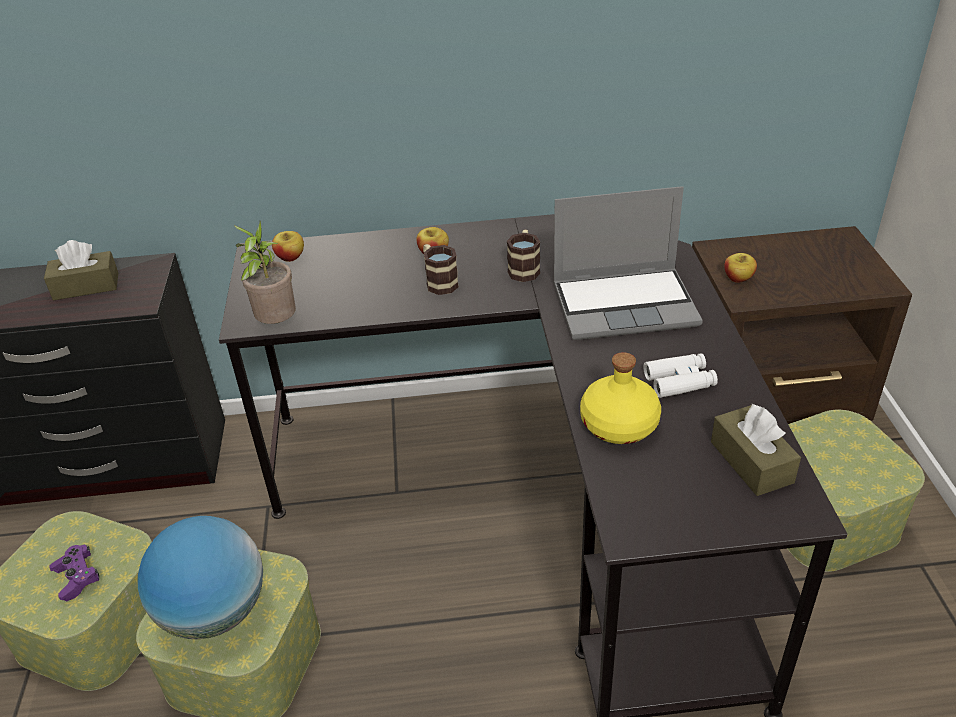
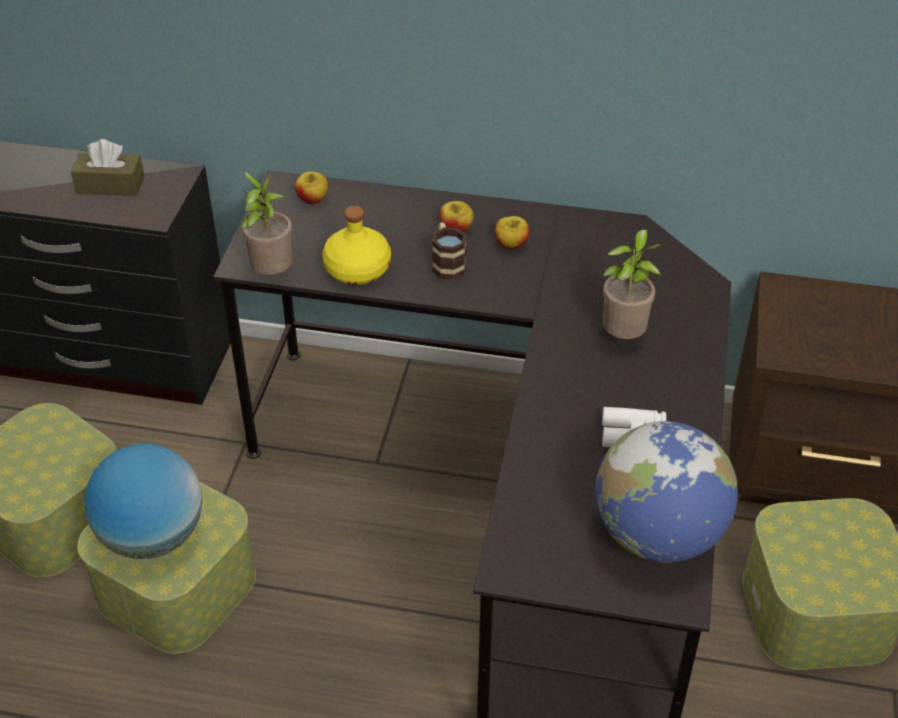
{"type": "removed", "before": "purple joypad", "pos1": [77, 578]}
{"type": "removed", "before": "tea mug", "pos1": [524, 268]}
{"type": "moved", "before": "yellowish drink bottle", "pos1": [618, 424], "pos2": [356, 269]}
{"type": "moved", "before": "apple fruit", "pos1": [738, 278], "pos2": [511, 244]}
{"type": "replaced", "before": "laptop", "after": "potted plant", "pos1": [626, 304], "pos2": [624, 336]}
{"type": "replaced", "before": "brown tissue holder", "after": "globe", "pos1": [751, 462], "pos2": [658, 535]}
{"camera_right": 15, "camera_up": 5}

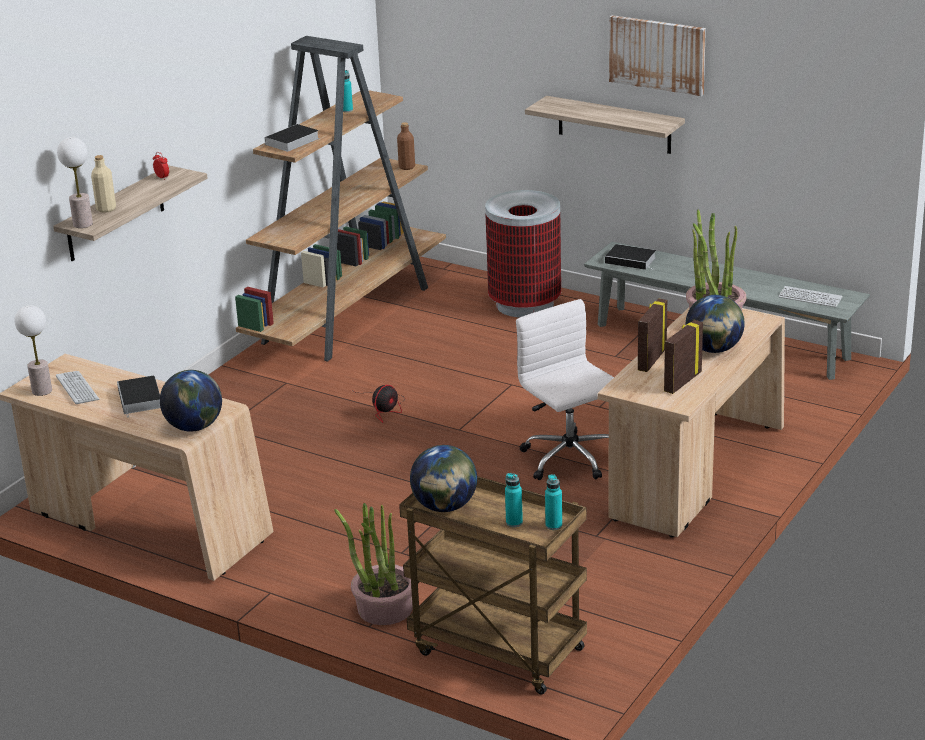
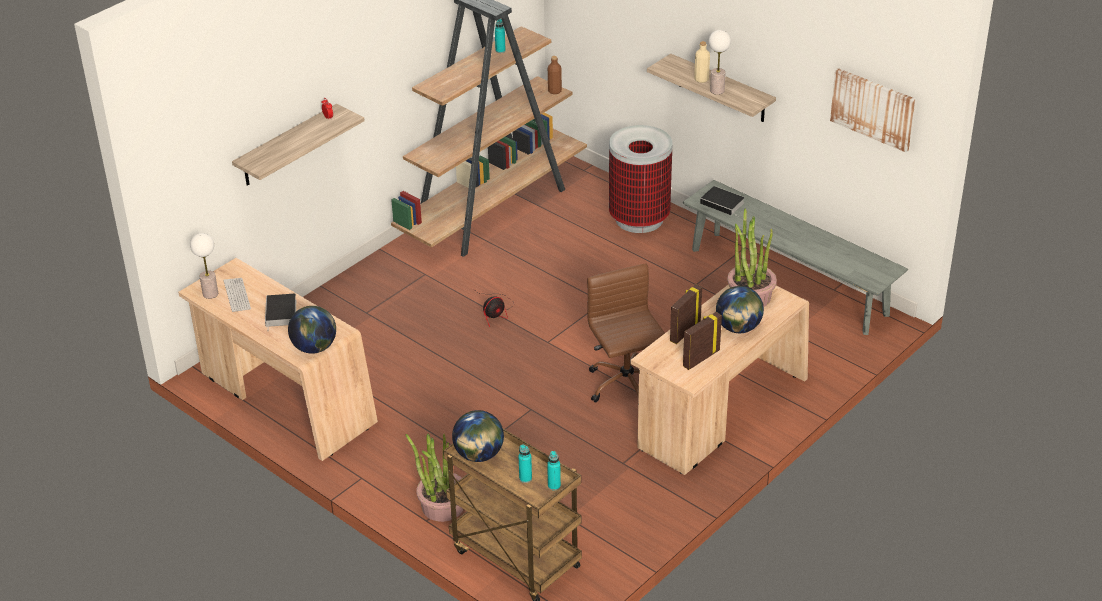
{"type": "removed", "before": "volume", "pos1": [291, 142]}
{"type": "removed", "before": "keyboard", "pos1": [810, 298]}
{"type": "moved", "before": "lamp for a table", "pos1": [82, 224], "pos2": [717, 90]}
{"type": "moved", "before": "beige drink bottle", "pos1": [106, 209], "pos2": [701, 79]}
{"type": "moved", "before": "picture", "pos1": [657, 54], "pos2": [873, 108]}
{"type": "recoloured", "before": "white office chair", "after": "brown office chair", "pos1": [571, 459], "pos2": [627, 384]}
{"camera_right": 10, "camera_up": 10}

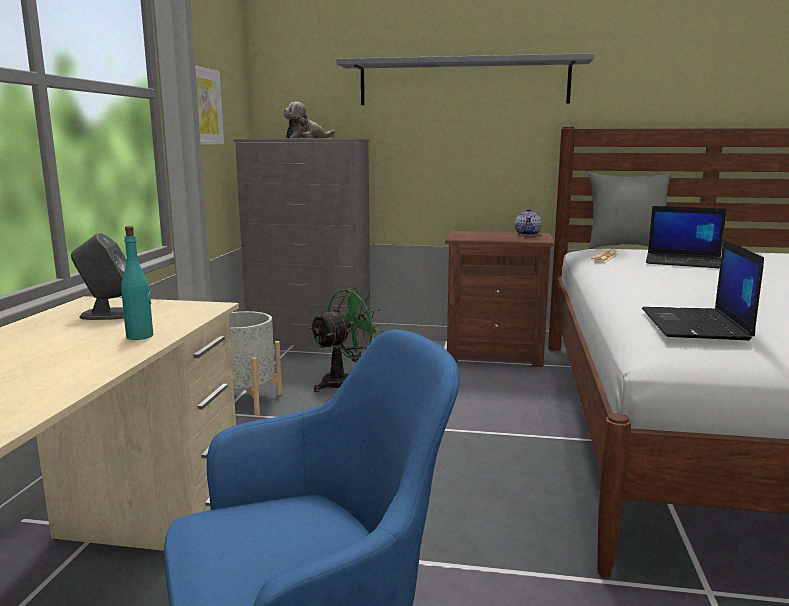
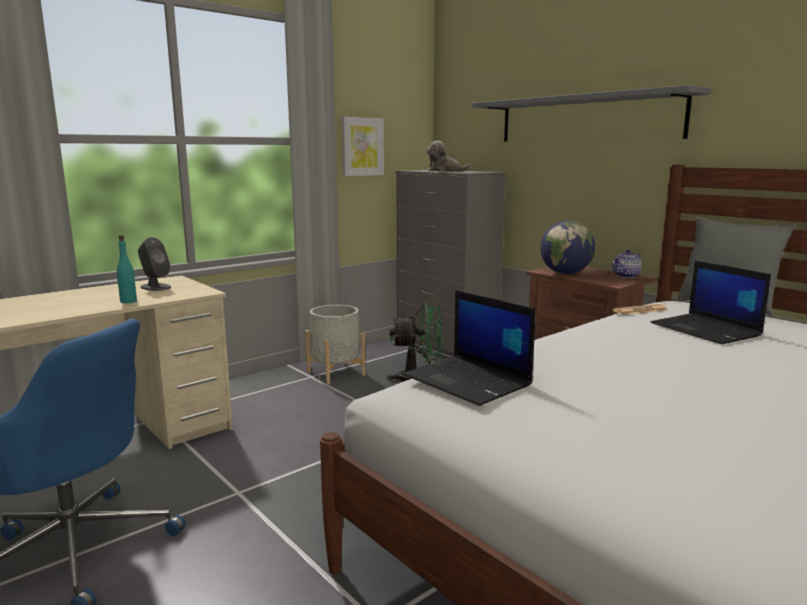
{"type": "added", "after": "globe", "pos2": [565, 273]}
{"type": "turned", "before": "laptop", "pos1": [696, 325], "pos2": [469, 381], "turn": -90}
{"camera_right": 40, "camera_up": 0}

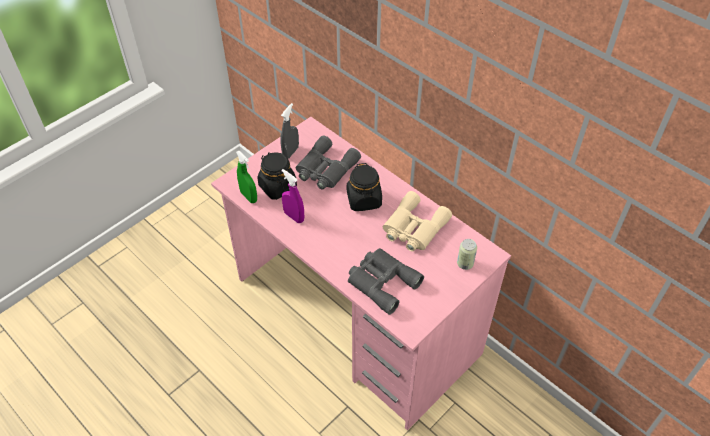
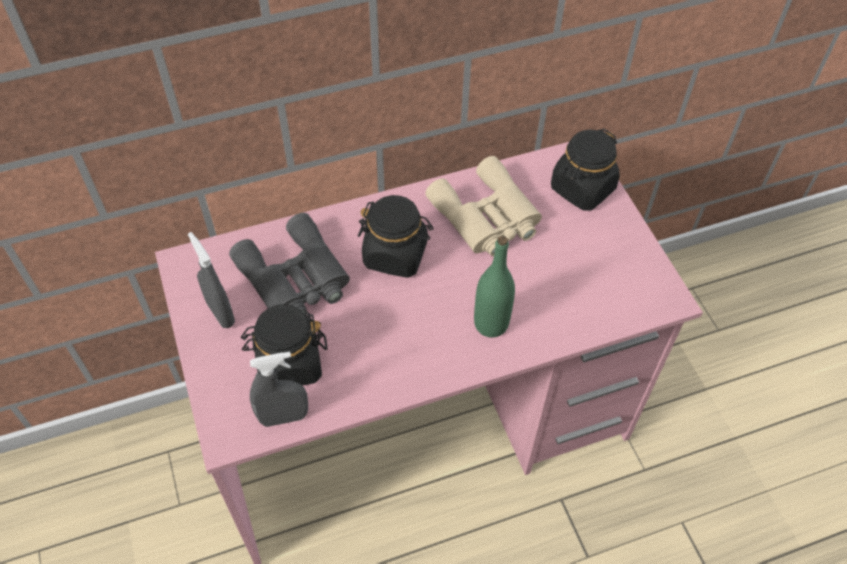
{"type": "removed", "before": "purple hand sprayer", "pos1": [294, 217]}
{"type": "removed", "before": "gray binoculars", "pos1": [381, 281]}
{"type": "added", "after": "greenish drink bottle", "pos2": [491, 324]}
{"type": "replaced", "before": "sealed can", "after": "blackish jar", "pos1": [465, 264], "pos2": [582, 189]}
{"type": "recoloured", "before": "greenish hand sprayer", "after": "gray hand sprayer", "pos1": [249, 197], "pos2": [284, 417]}
{"camera_right": -65, "camera_up": 5}

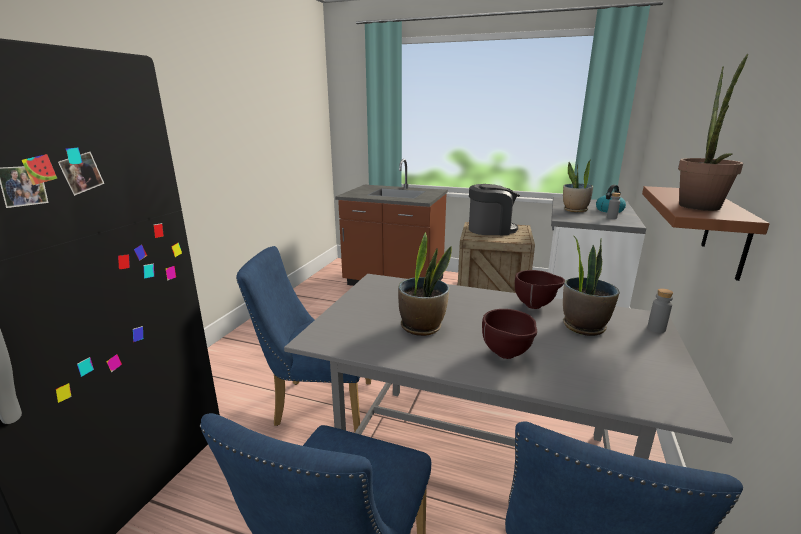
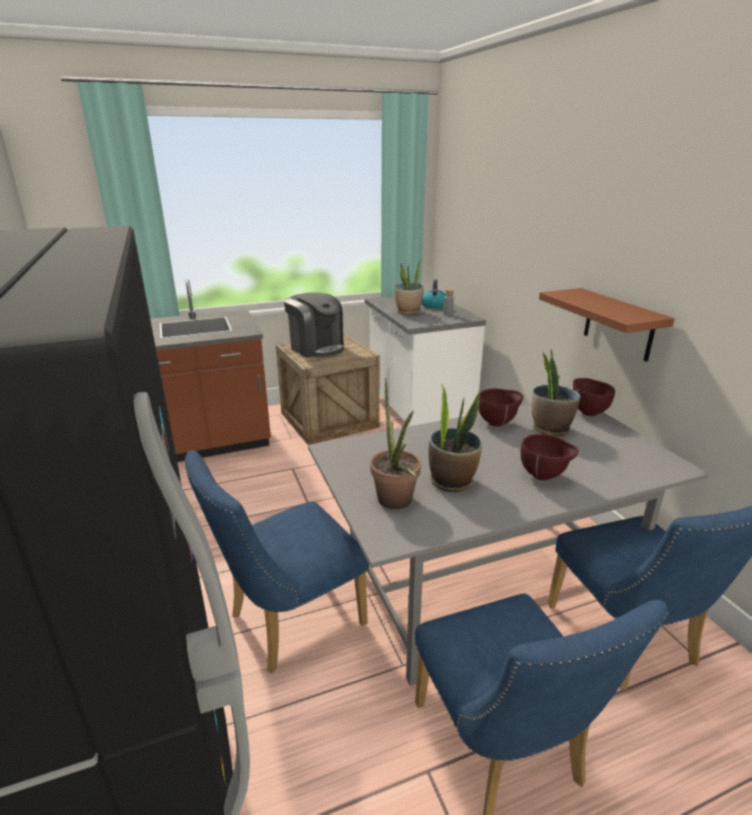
{"type": "moved", "before": "potted plant", "pos1": [699, 208], "pos2": [396, 504]}
{"type": "replaced", "before": "gray drink bottle", "after": "brown deep dish", "pos1": [656, 329], "pos2": [587, 412]}
{"type": "turned", "before": "coffee maker", "pos1": [491, 229], "pos2": [316, 348], "turn": 90}
{"camera_right": -40, "camera_up": 5}

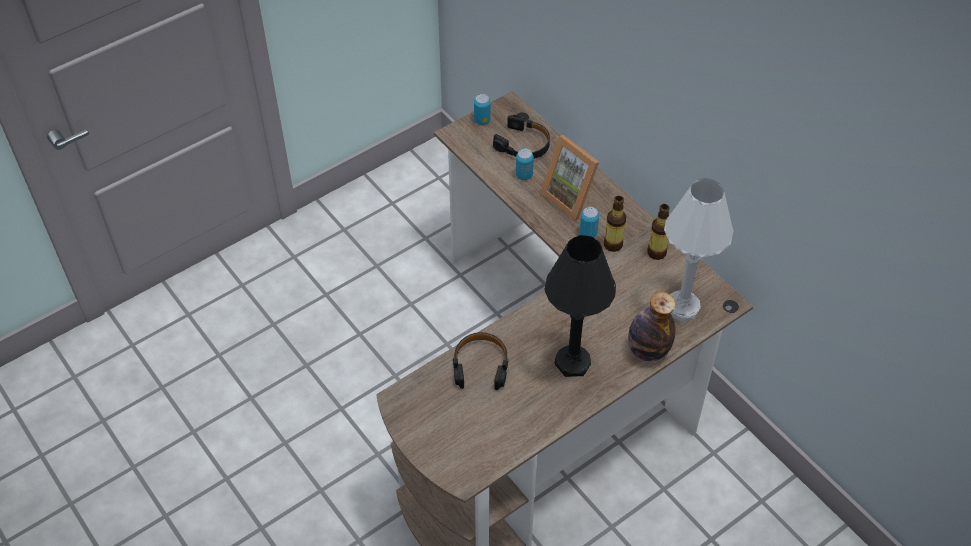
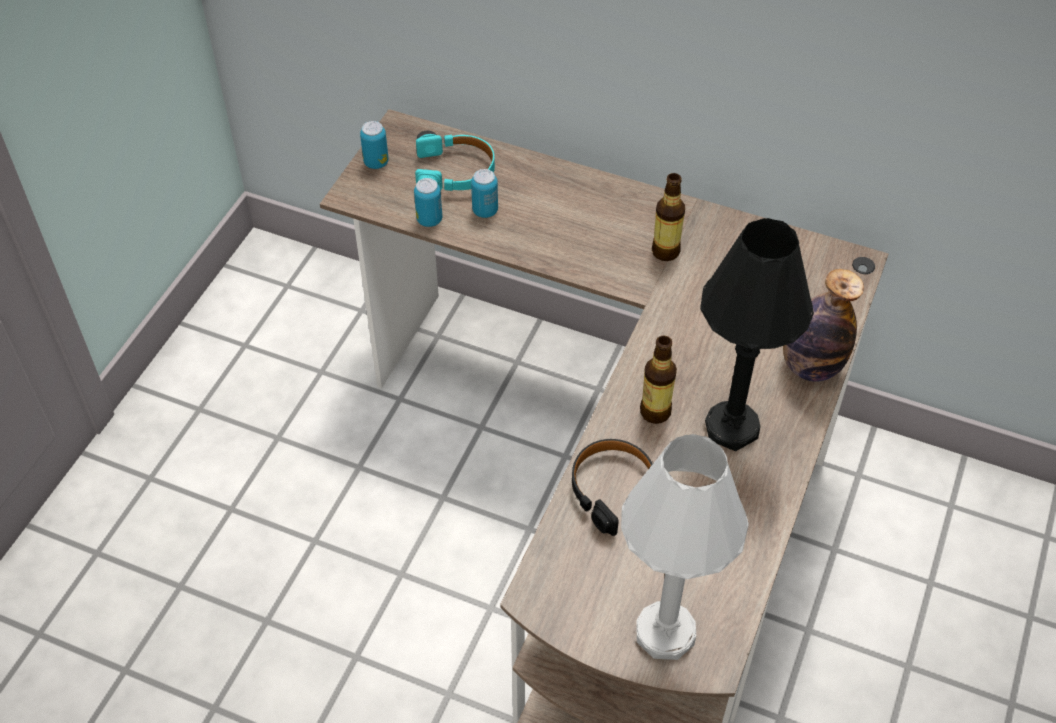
{"type": "removed", "before": "standing frame", "pos1": [571, 197]}
{"type": "moved", "before": "sealed can", "pos1": [588, 233], "pos2": [429, 220]}
{"type": "moved", "before": "drink bottle", "pos1": [656, 253], "pos2": [655, 412]}
{"type": "moved", "before": "white lamp for a table", "pos1": [682, 307], "pos2": [665, 632]}
{"type": "recoloured", "before": "blackish pair of headphones", "after": "turquoise pair of headphones", "pos1": [523, 144], "pos2": [455, 171]}
{"camera_right": -30, "camera_up": 0}

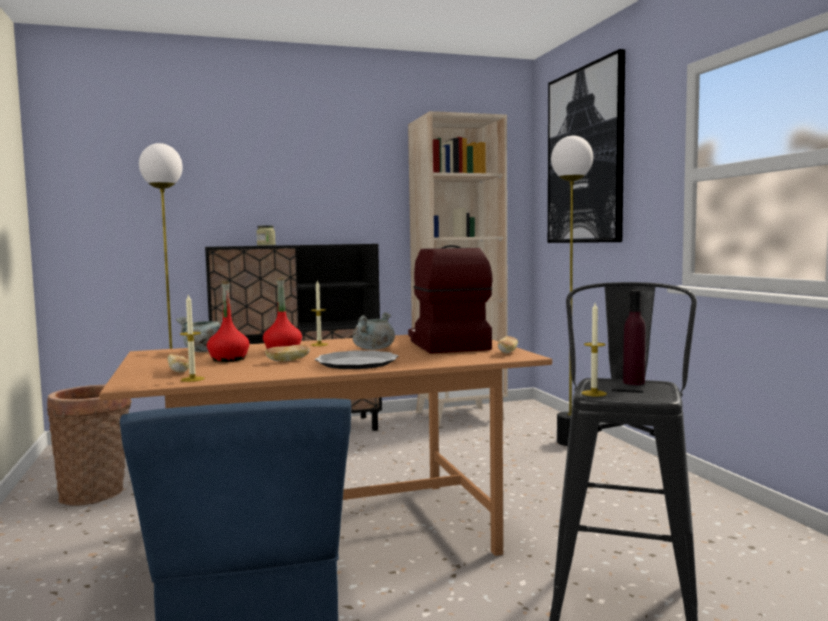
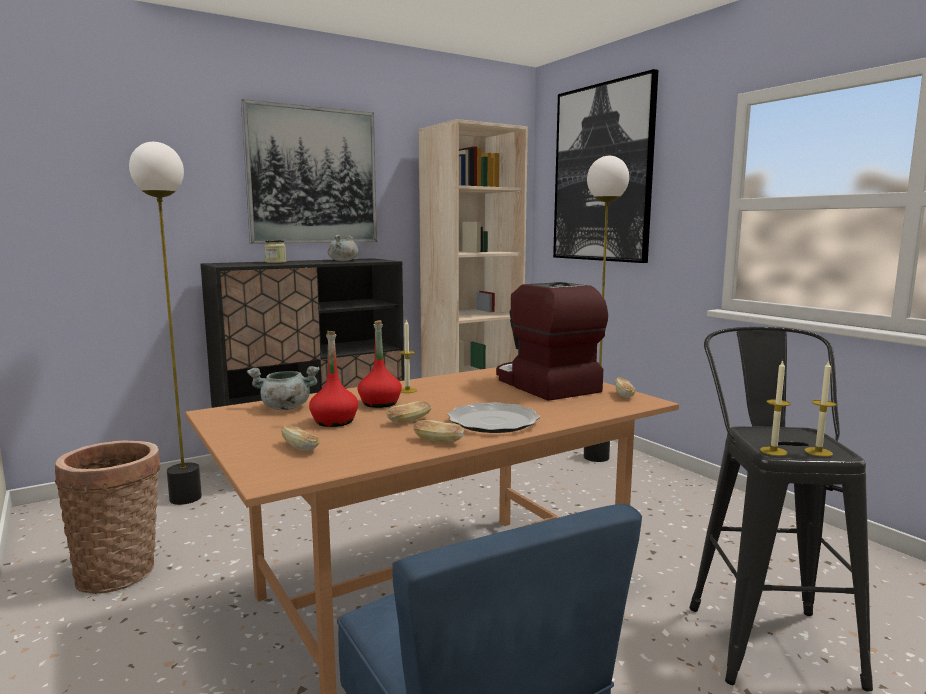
{"type": "removed", "before": "purple drink bottle", "pos1": [633, 382]}
{"type": "added", "after": "picture", "pos2": [312, 176]}
{"type": "added", "after": "bakery bread", "pos2": [438, 441]}
{"type": "moved", "before": "wax candle", "pos1": [192, 379], "pos2": [818, 452]}
{"type": "moved", "before": "gray cooking pot", "pos1": [373, 349], "pos2": [343, 260]}
{"camera_right": -15, "camera_up": 5}

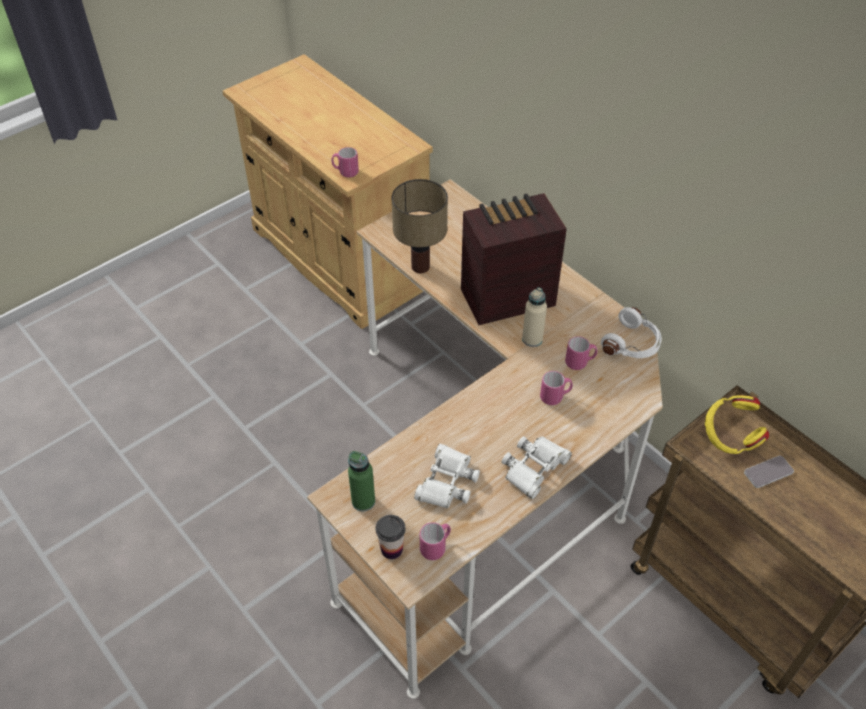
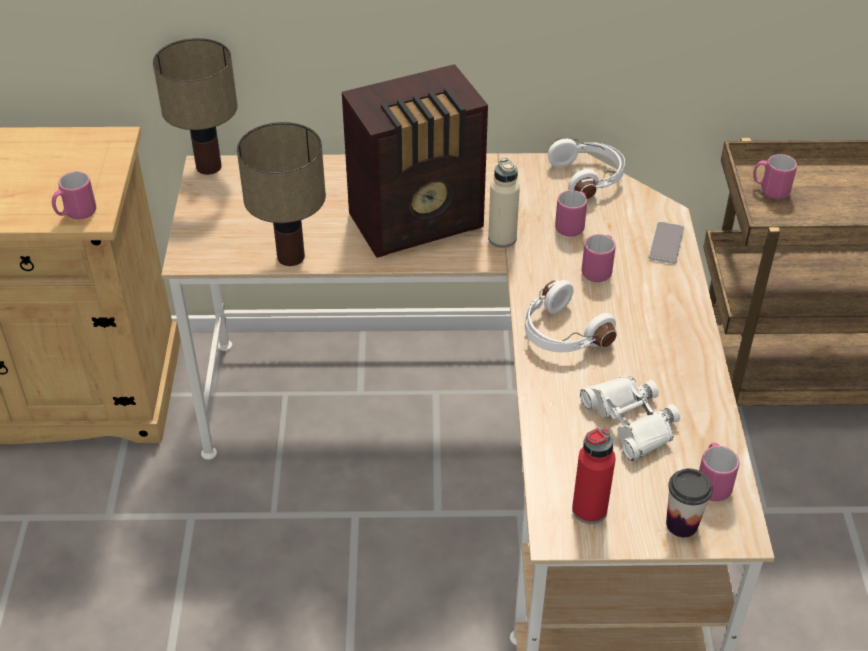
{"type": "removed", "before": "white binoculars", "pos1": [534, 468]}
{"type": "added", "after": "lamp for a table", "pos2": [209, 167]}
{"type": "added", "after": "white pair of headphones", "pos2": [562, 334]}
{"type": "moved", "before": "handset", "pos1": [768, 472], "pos2": [666, 243]}
{"type": "replaced", "before": "yellowish pair of headphones", "after": "pinkish tea mug", "pos1": [730, 437], "pos2": [769, 190]}
{"type": "recoloured", "before": "greenish drink bottle", "after": "reddish drink bottle", "pos1": [363, 501], "pos2": [589, 510]}
{"type": "turned", "before": "radio", "pos1": [505, 297], "pos2": [419, 222], "turn": -135}
{"camera_right": -50, "camera_up": -5}

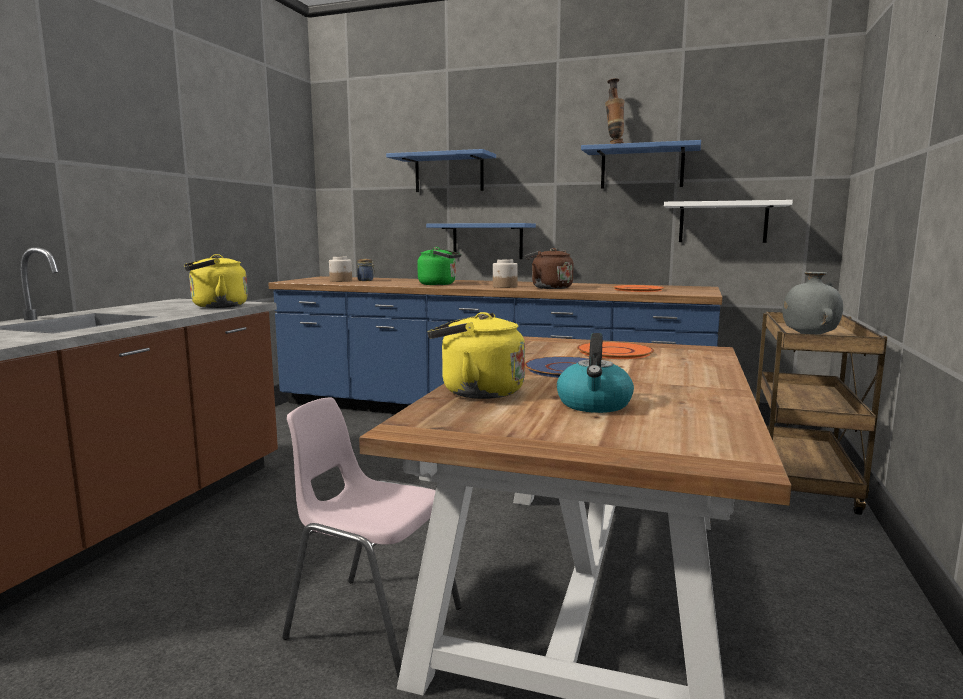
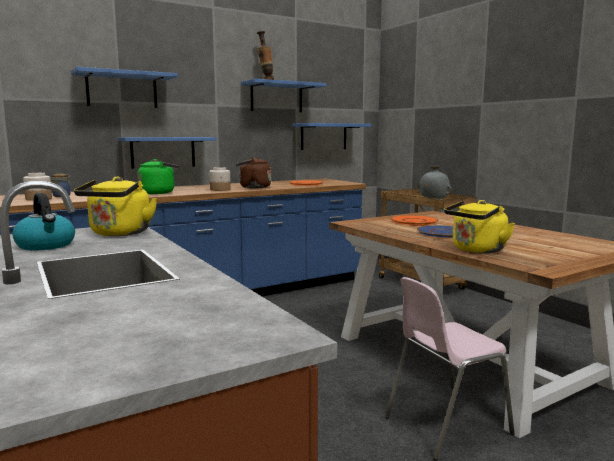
{"type": "moved", "before": "water kettle", "pos1": [594, 405], "pos2": [46, 246]}
{"type": "recoloured", "before": "white wall shelf", "after": "bluish wall shelf", "pos1": [723, 222], "pos2": [323, 136]}
{"camera_right": -50, "camera_up": 0}

